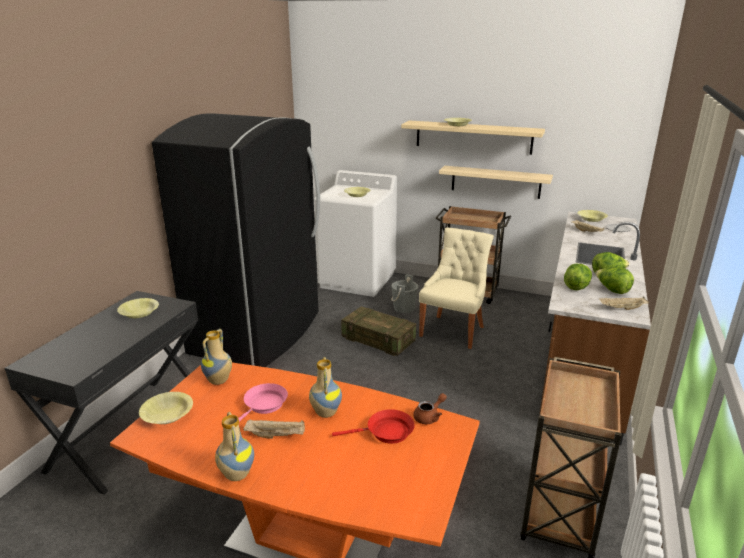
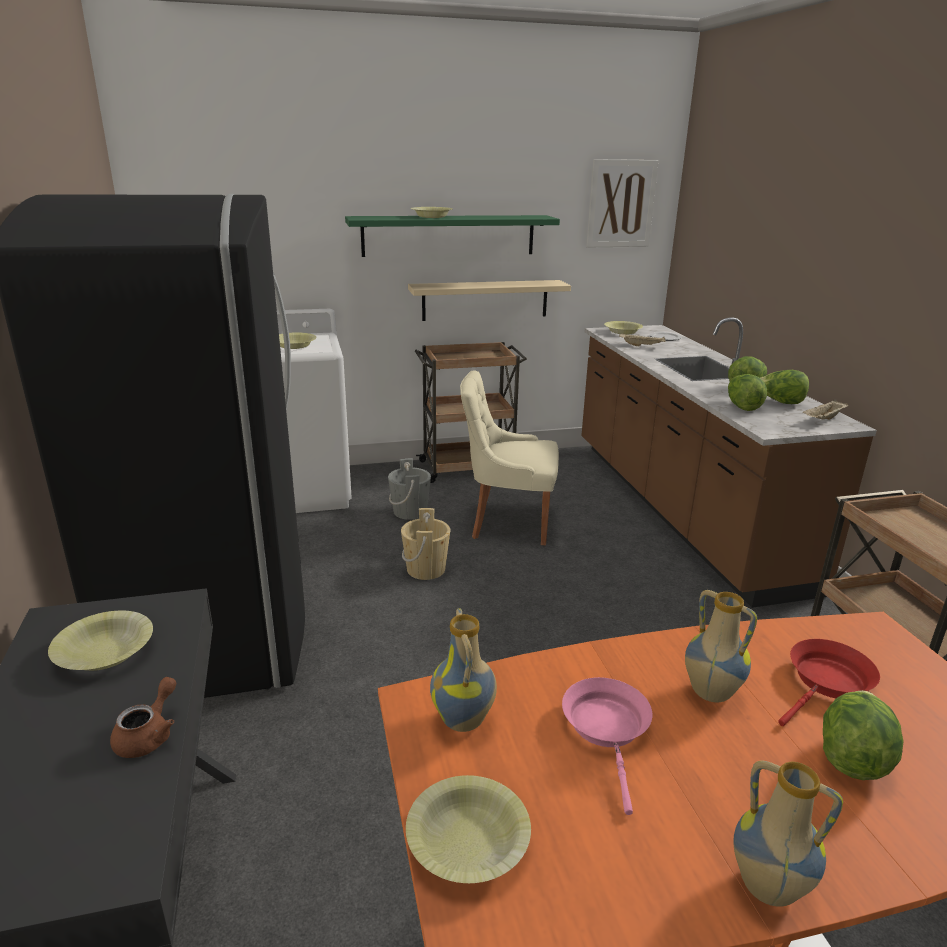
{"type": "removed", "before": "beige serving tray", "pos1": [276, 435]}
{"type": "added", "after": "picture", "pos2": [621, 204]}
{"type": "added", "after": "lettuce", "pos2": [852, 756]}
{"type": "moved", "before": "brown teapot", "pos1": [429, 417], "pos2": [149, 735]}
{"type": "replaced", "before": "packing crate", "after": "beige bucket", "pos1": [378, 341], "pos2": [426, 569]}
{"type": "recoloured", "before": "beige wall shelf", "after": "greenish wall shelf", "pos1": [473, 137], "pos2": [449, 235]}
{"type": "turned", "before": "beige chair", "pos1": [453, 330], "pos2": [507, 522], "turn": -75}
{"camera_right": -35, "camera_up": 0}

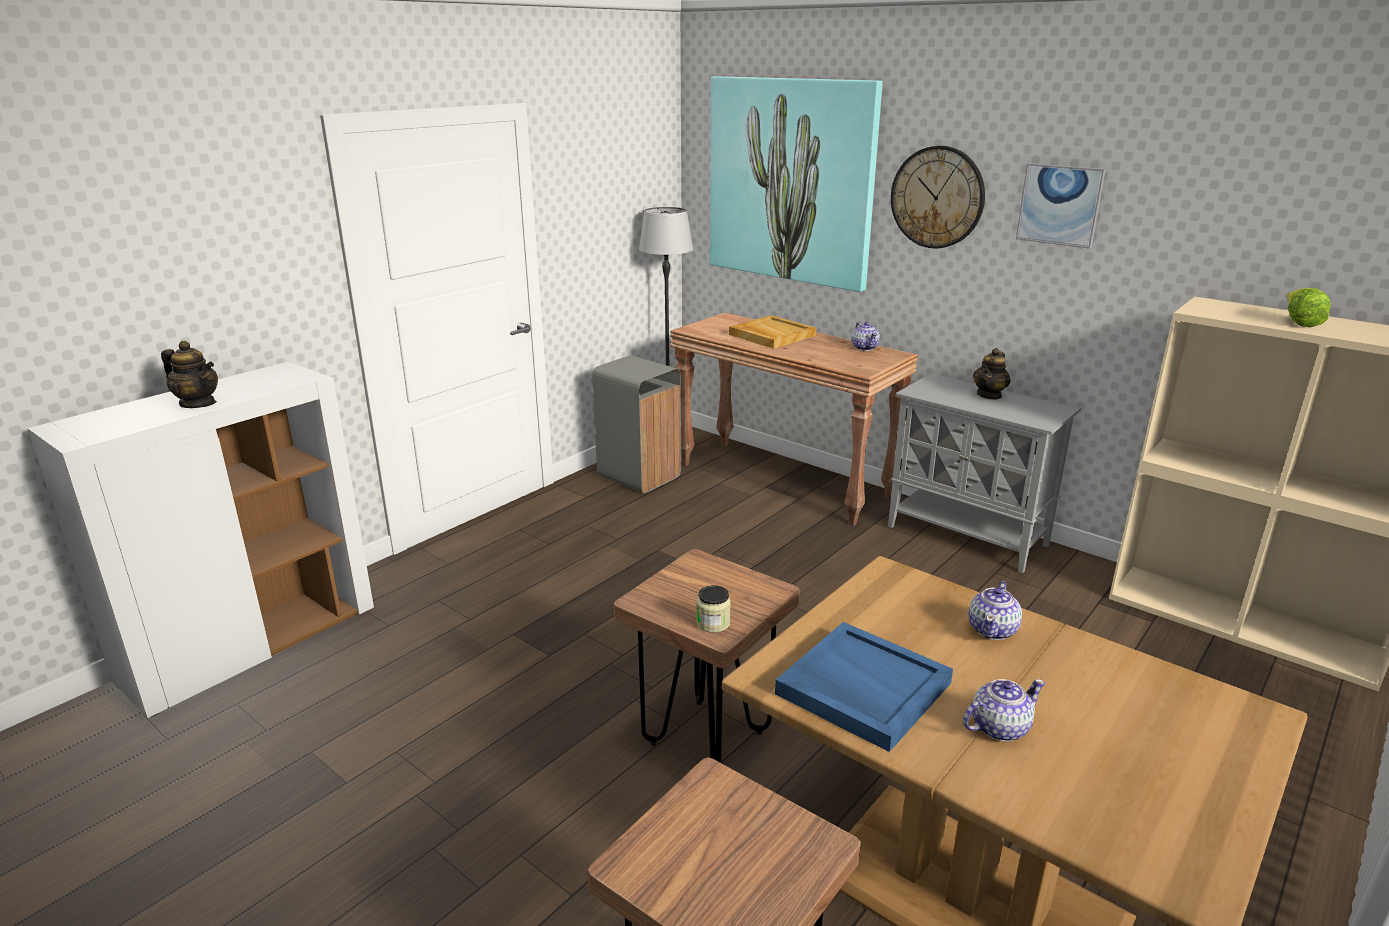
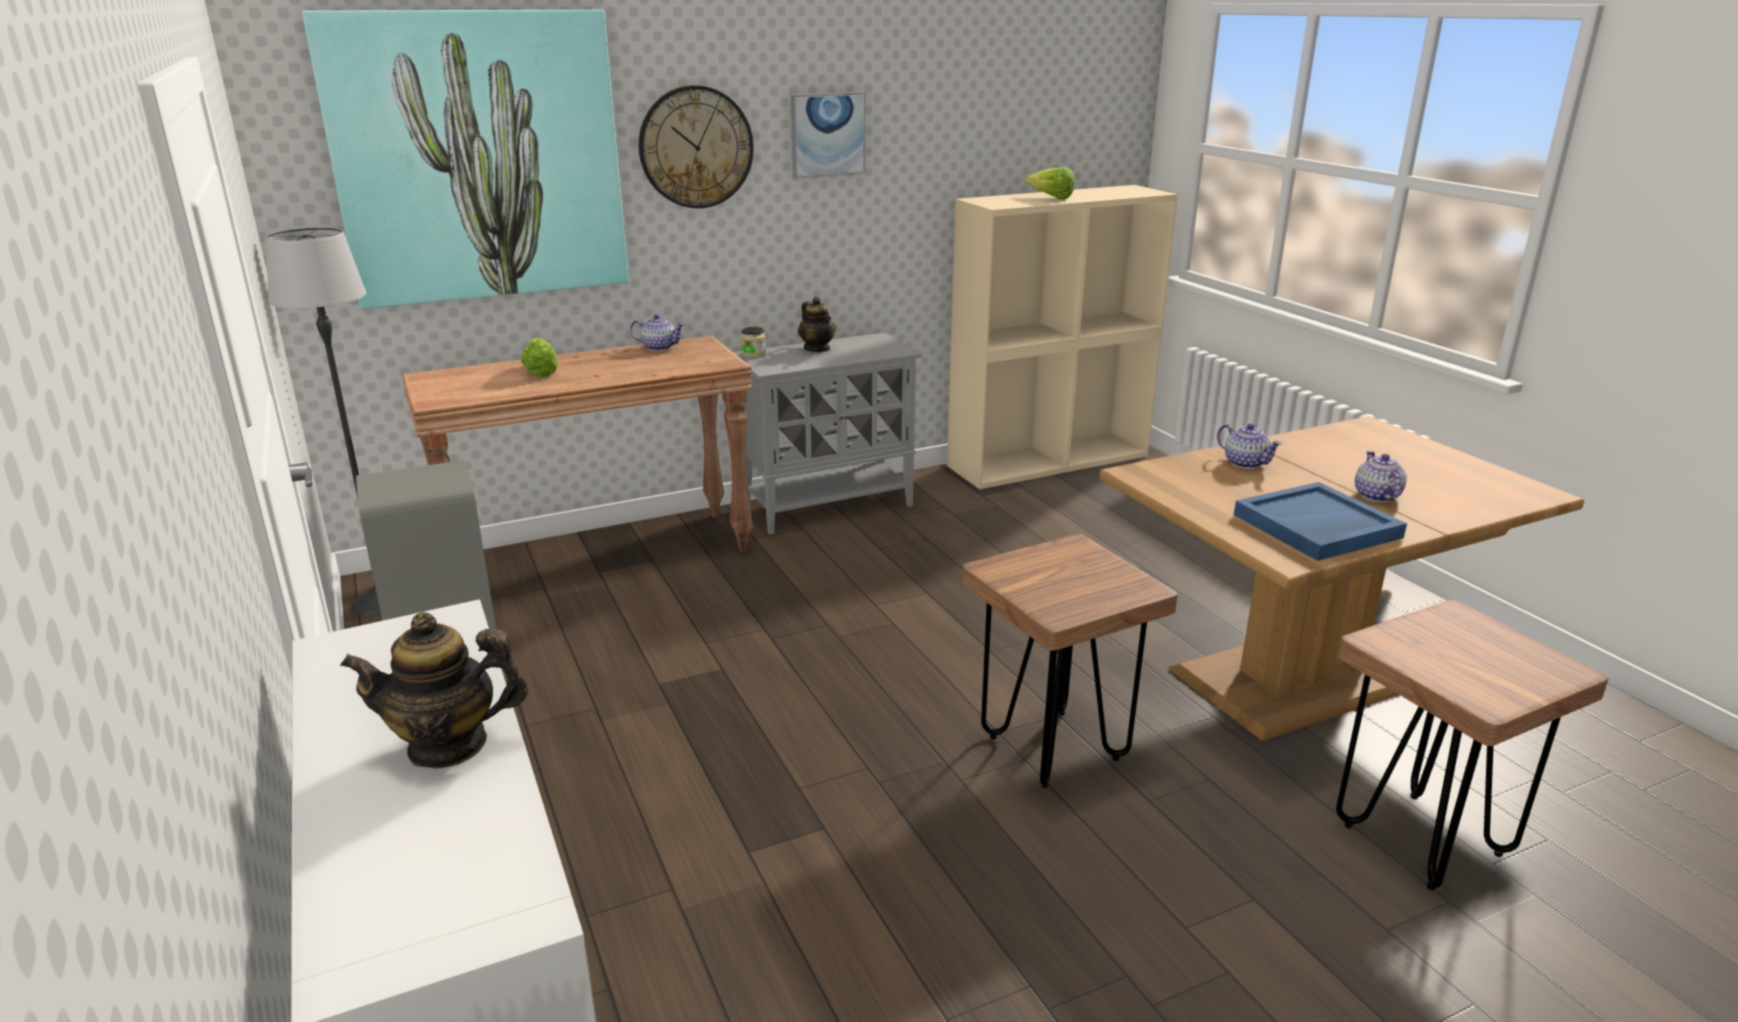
{"type": "moved", "before": "jar", "pos1": [713, 623], "pos2": [753, 354]}
{"type": "replaced", "before": "beige serving tray", "after": "lettuce", "pos1": [771, 335], "pos2": [541, 372]}
{"type": "turned", "before": "teapot", "pos1": [198, 403], "pos2": [448, 745], "turn": -150}
{"camera_right": -65, "camera_up": 0}

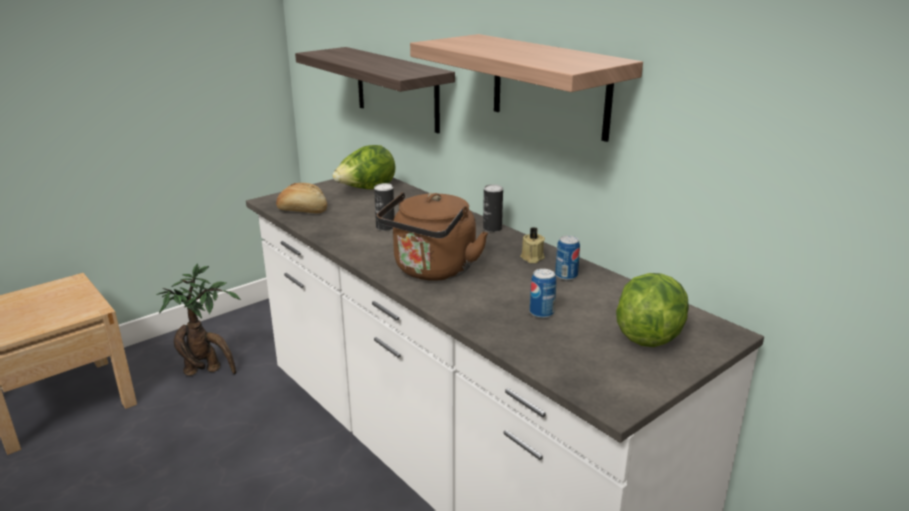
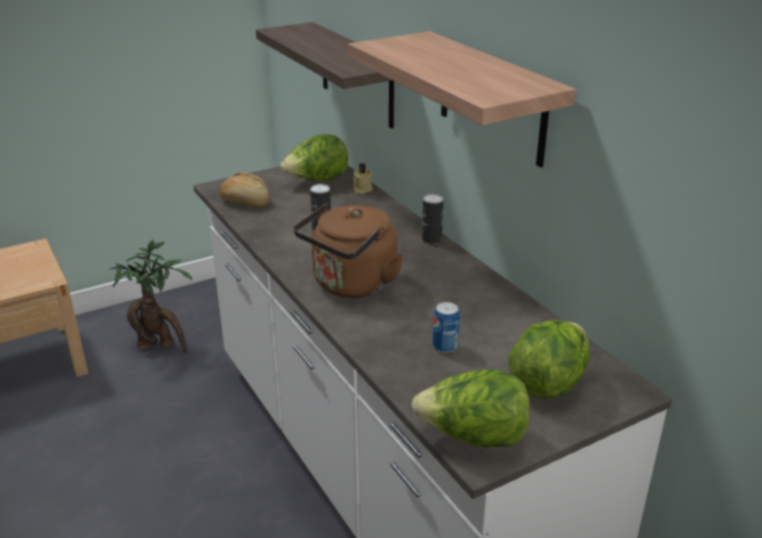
{"type": "removed", "before": "sealed can", "pos1": [566, 276]}
{"type": "added", "after": "lettuce", "pos2": [473, 438]}
{"type": "moved", "before": "beige wax candle", "pos1": [532, 258], "pos2": [361, 190]}
{"camera_right": 10, "camera_up": 5}

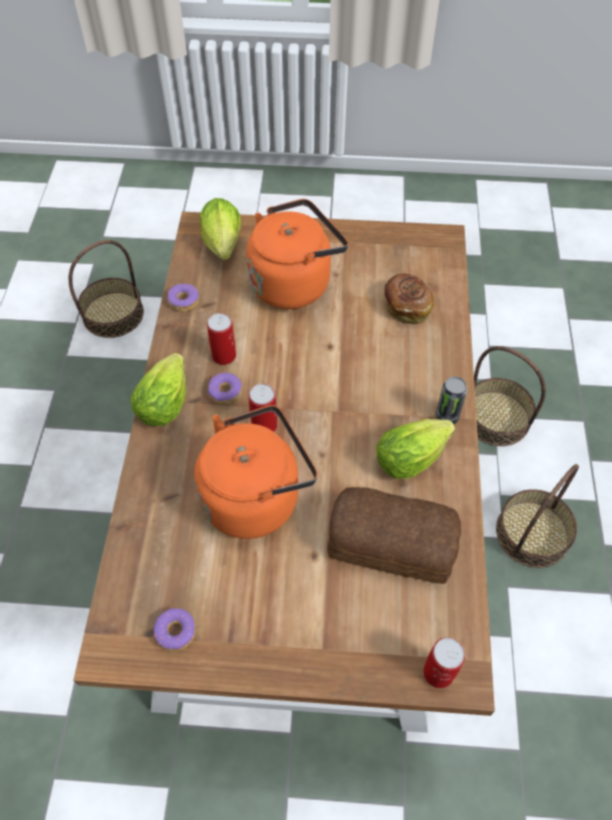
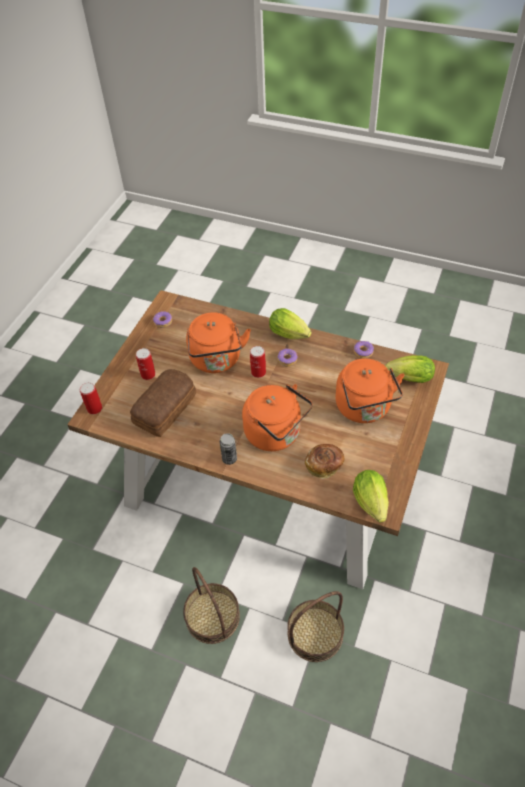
{"type": "removed", "before": "basket", "pos1": [113, 314]}
{"type": "added", "after": "orange water kettle", "pos2": [276, 434]}
{"type": "moved", "before": "sealed can", "pos1": [224, 356], "pos2": [148, 374]}
{"type": "moved", "before": "lettuce", "pos1": [414, 456], "pos2": [372, 505]}
{"camera_right": 110, "camera_up": -5}

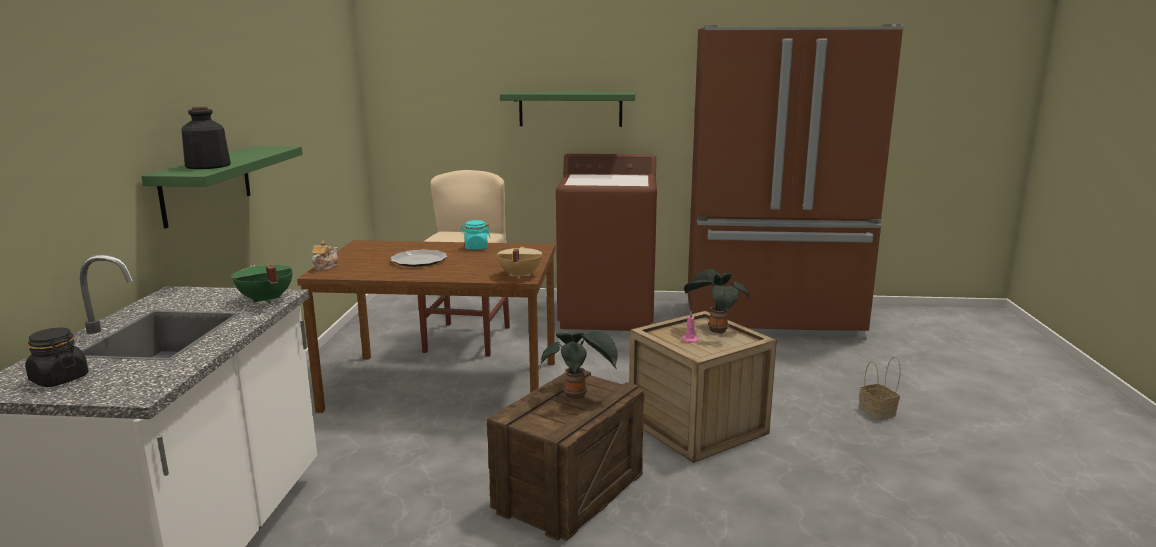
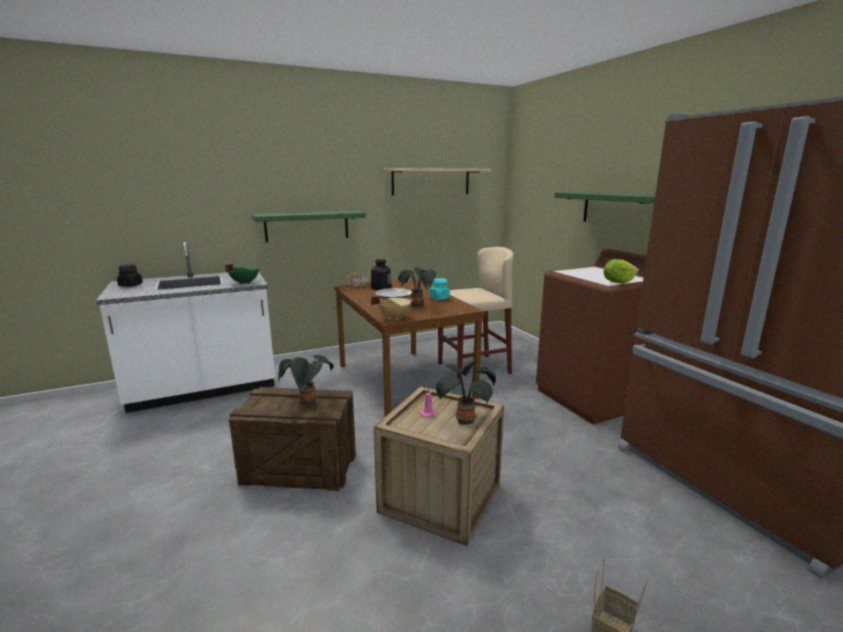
{"type": "added", "after": "wall shelf", "pos2": [431, 181]}
{"type": "added", "after": "potted plant", "pos2": [418, 306]}
{"type": "added", "after": "lettuce", "pos2": [618, 282]}
{"type": "moved", "before": "drink bottle", "pos1": [207, 166], "pos2": [381, 288]}
{"camera_right": 60, "camera_up": 0}

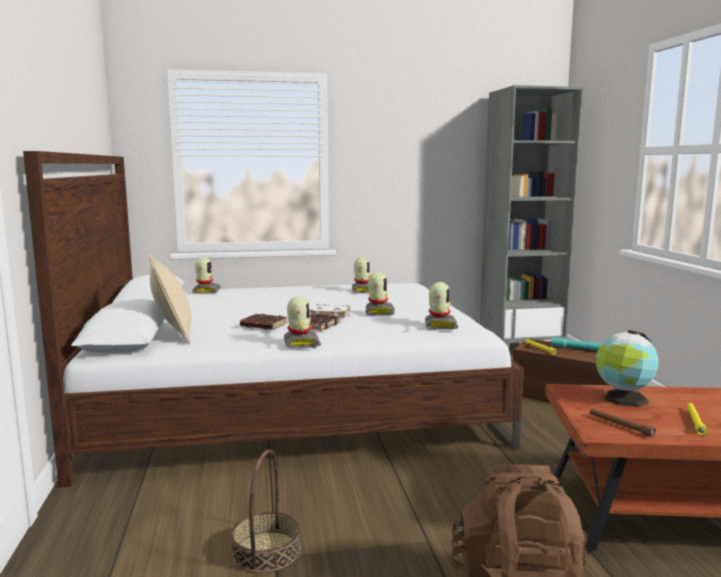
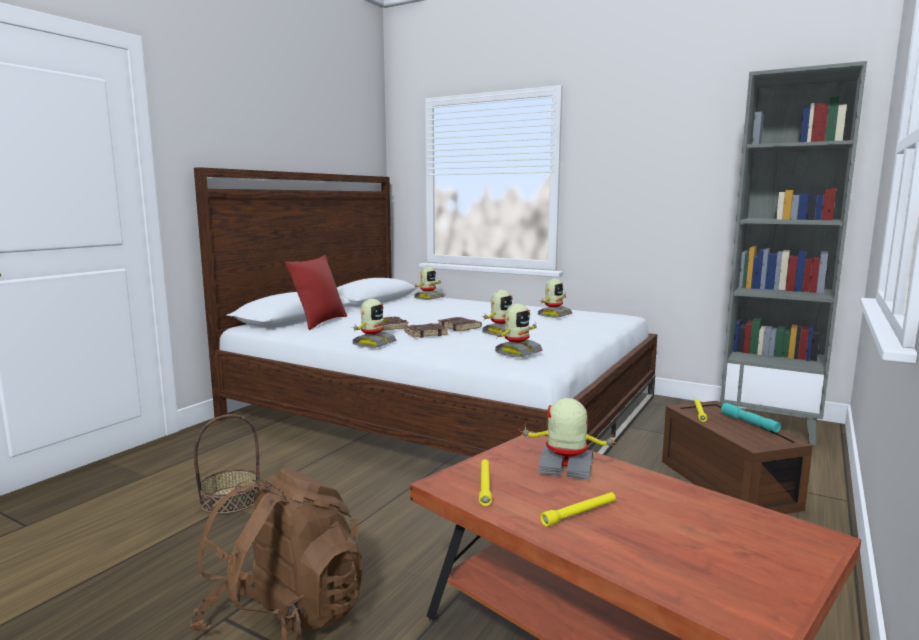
{"type": "replaced", "before": "globe", "after": "model robot", "pos1": [624, 399], "pos2": [566, 468]}
{"type": "recoloured", "before": "beige cushion", "after": "reddish cushion", "pos1": [172, 334], "pos2": [320, 322]}
{"type": "recoloured", "before": "white volume", "after": "brown volume", "pos1": [330, 314], "pos2": [460, 327]}
{"type": "recoloured", "before": "brown flashlight", "after": "yellowish flashlight", "pos1": [620, 426], "pos2": [485, 486]}
{"camera_right": 40, "camera_up": 0}

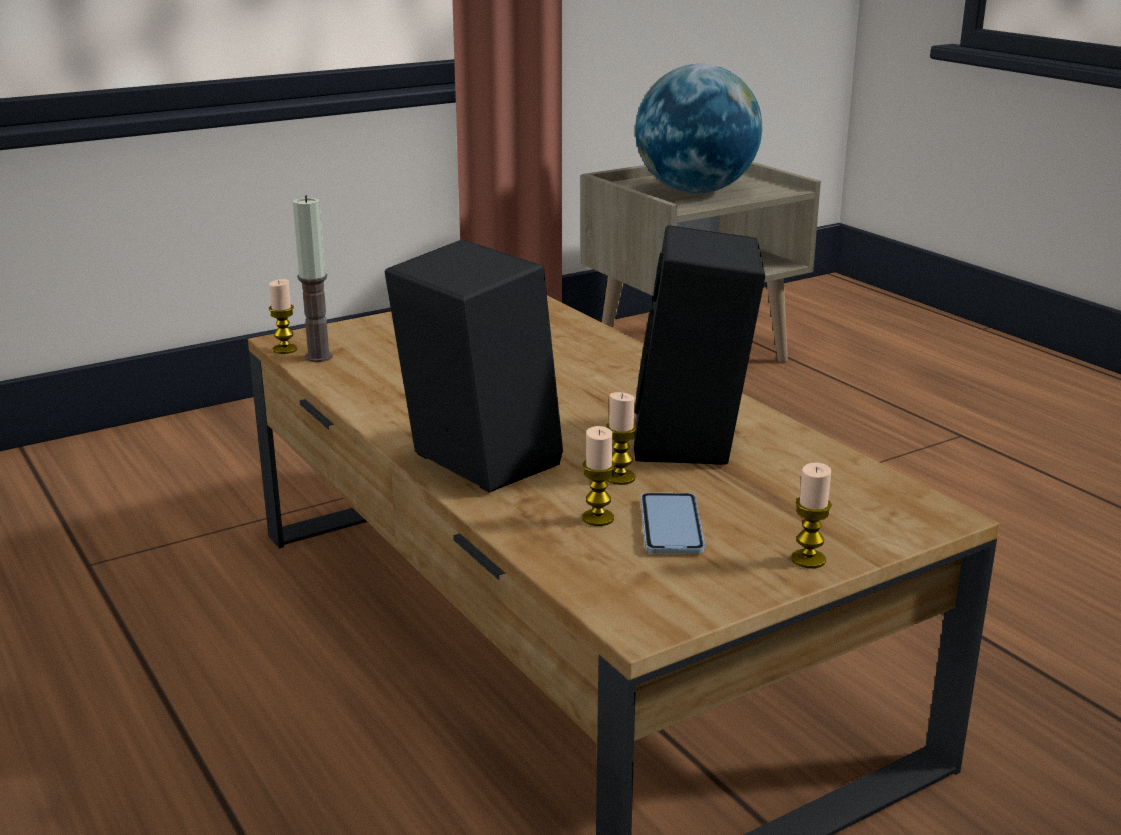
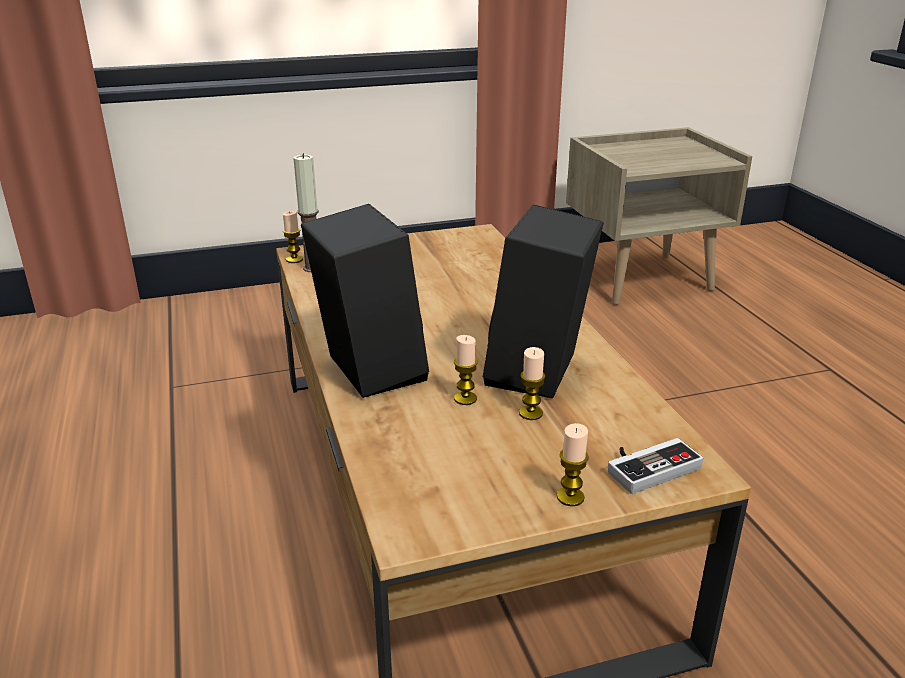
{"type": "removed", "before": "globe", "pos1": [695, 191]}
{"type": "removed", "before": "handset", "pos1": [671, 526]}
{"type": "added", "after": "joypad", "pos2": [648, 465]}
{"type": "moved", "before": "wax candle", "pos1": [598, 518], "pos2": [530, 413]}
{"camera_right": 15, "camera_up": 5}

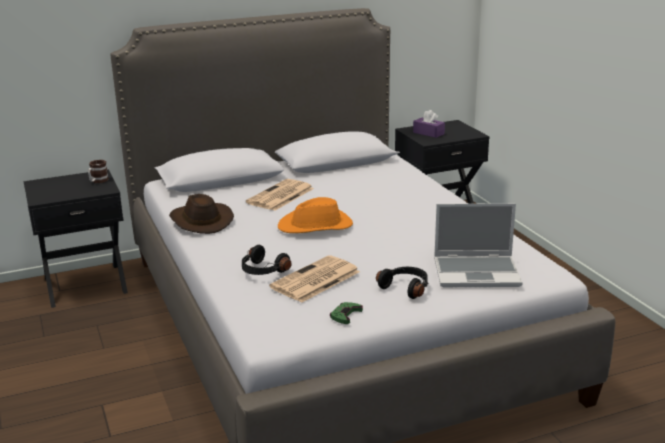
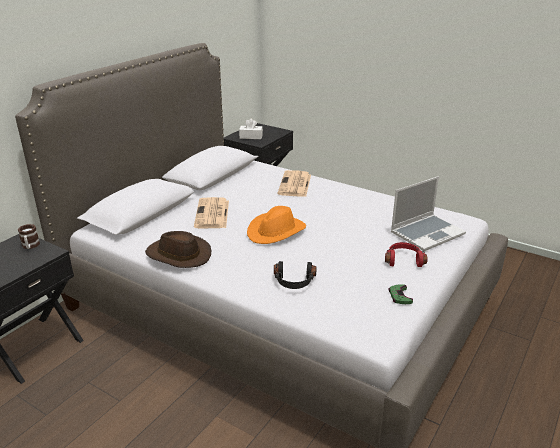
{"type": "moved", "before": "newspaper", "pos1": [315, 280], "pos2": [295, 185]}
{"type": "recoloured", "before": "blackish pair of headphones", "after": "reddish pair of headphones", "pos1": [406, 288], "pos2": [403, 260]}
{"type": "recoloured", "before": "purple tissue holder", "after": "white tissue holder", "pos1": [428, 133], "pos2": [251, 137]}
{"camera_right": -35, "camera_up": 5}

